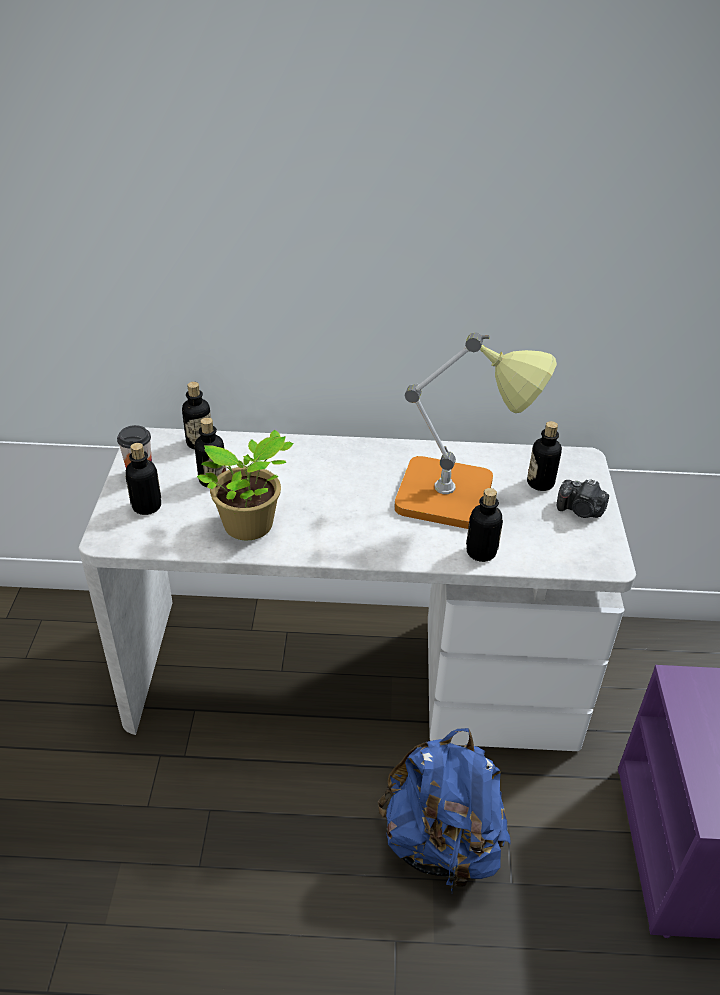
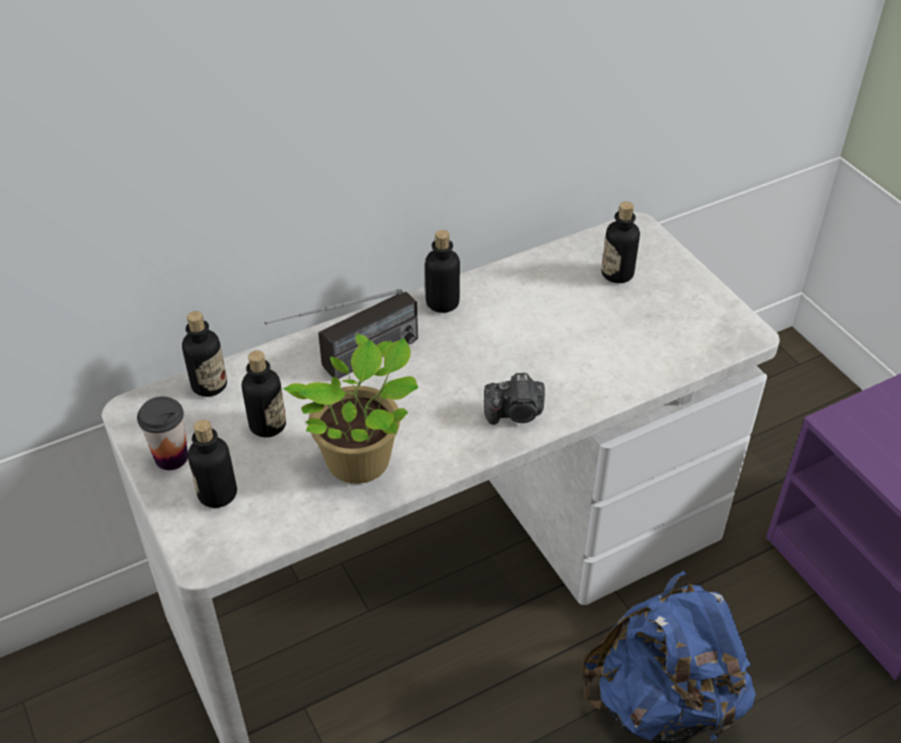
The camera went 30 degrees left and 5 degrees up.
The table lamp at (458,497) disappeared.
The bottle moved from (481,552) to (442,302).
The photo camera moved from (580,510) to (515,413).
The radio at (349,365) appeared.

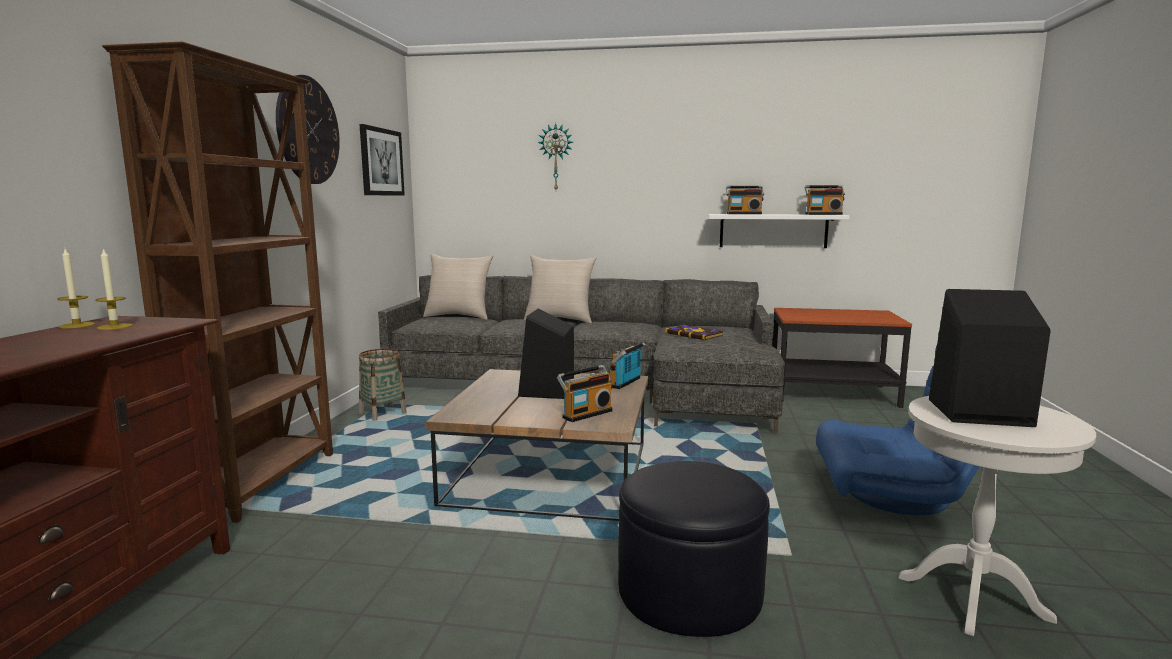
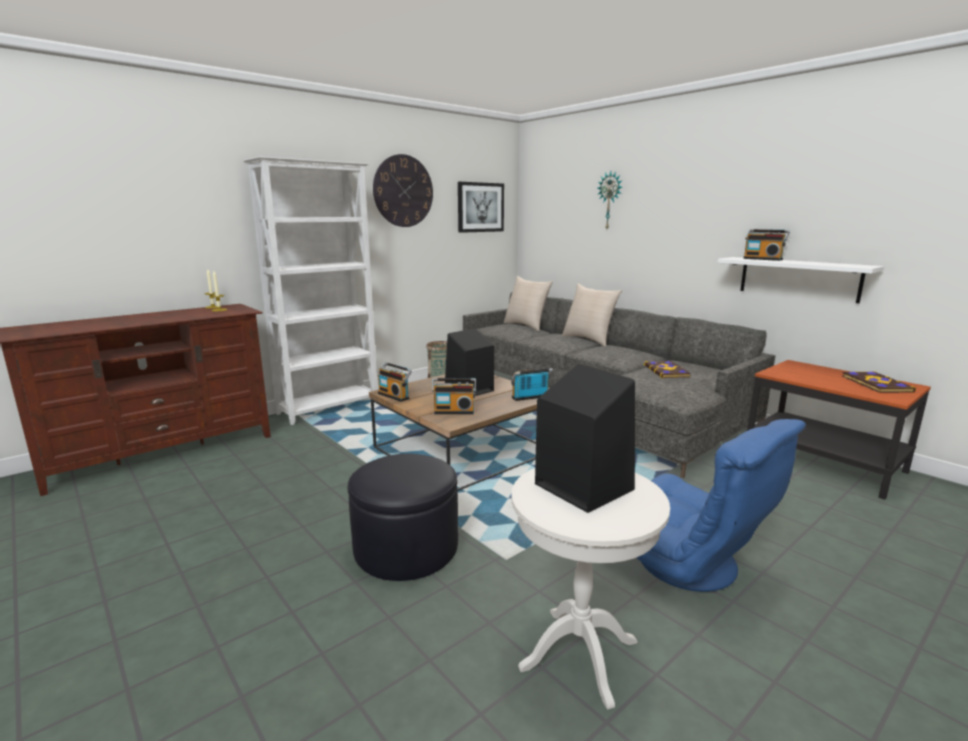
The camera went 40 degrees right and 5 degrees up.
The brown bookcase at (264,482) became the white bookcase at (330,408).
The radio moved from (823,214) to (395,396).
The book at (875,384) appeared.

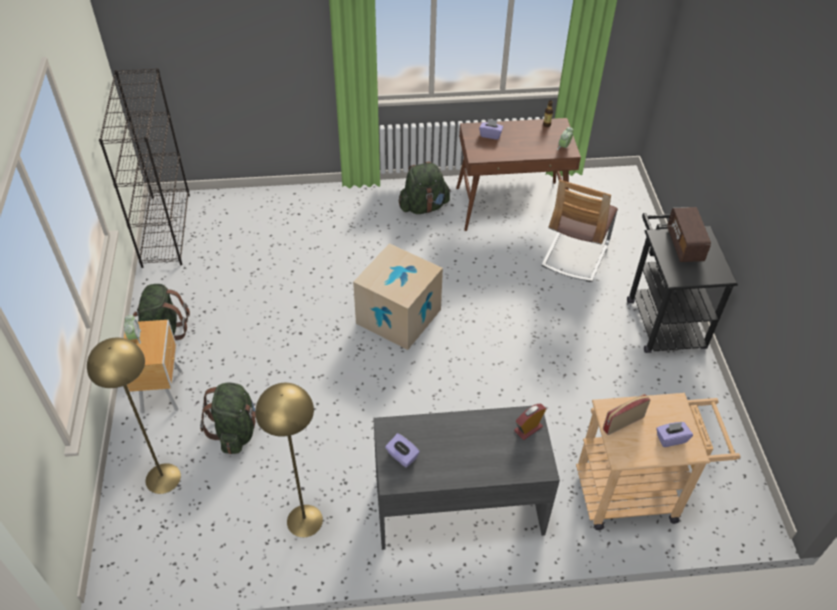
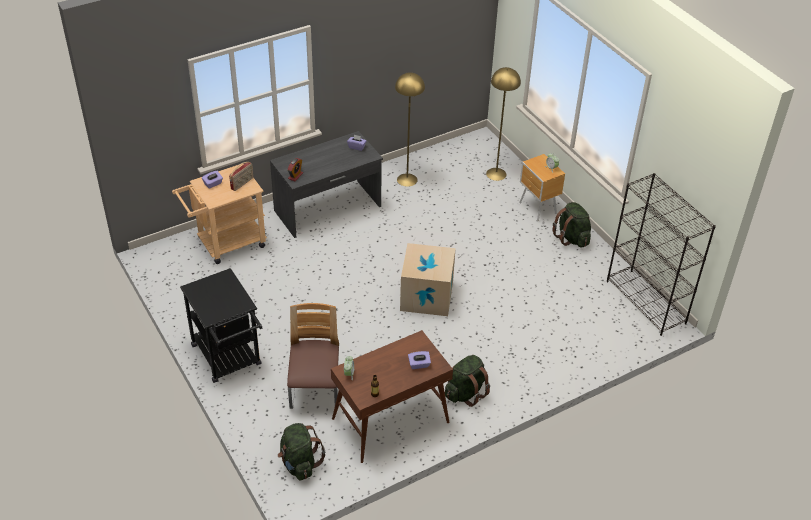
The camera went 155 degrees right and 5 degrees down.
The green backpack moved from (236,431) to (299,464).
The radio at (684,245) disappeared.

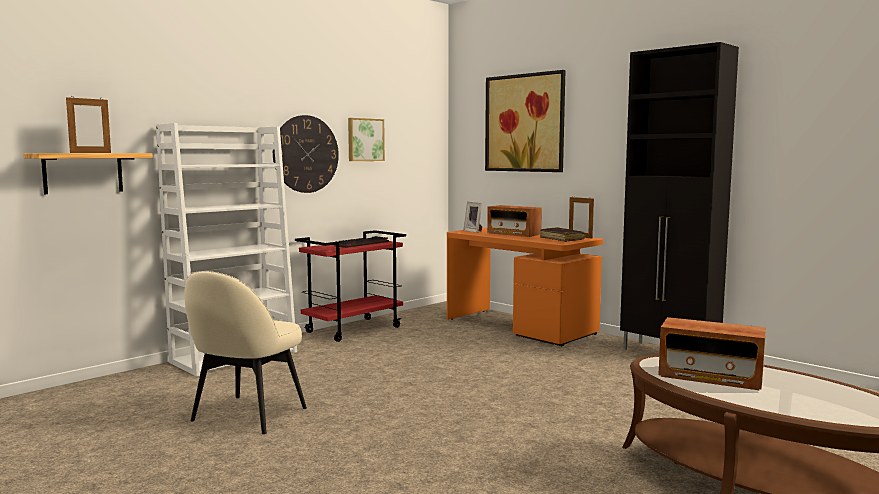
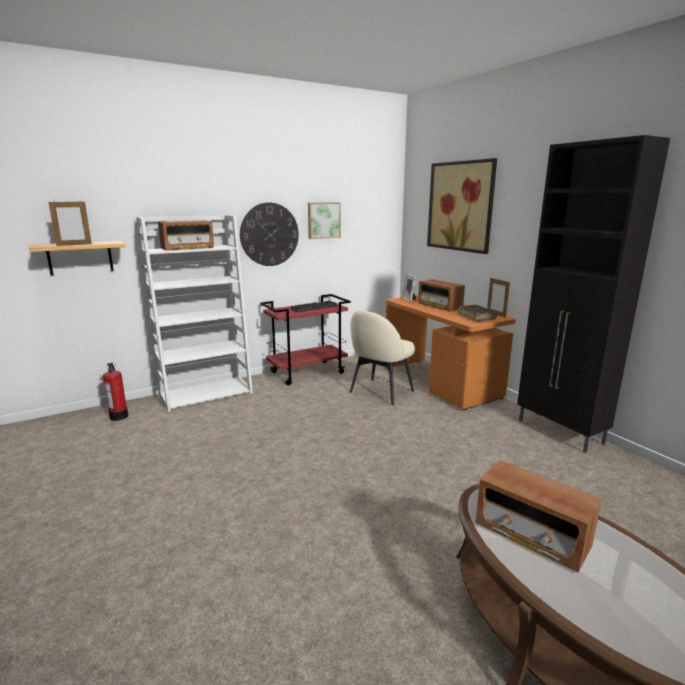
The camera went 15 degrees right and 10 degrees up.
The beige chair moved from (247,415) to (380,392).
The fire extinguisher at (119,416) appeared.
The radio at (187,248) appeared.

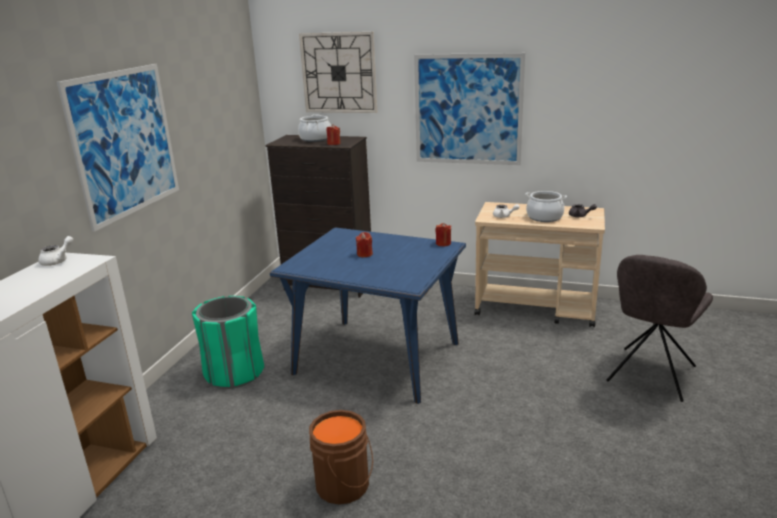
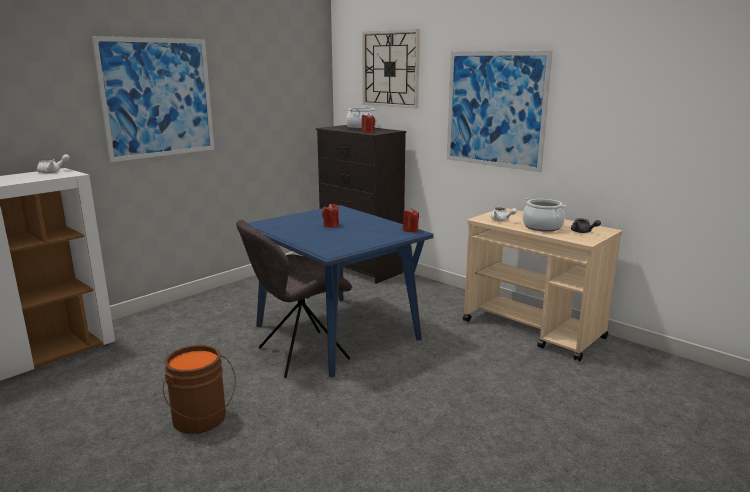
The camera went 25 degrees right and 5 degrees down.
The green trash can at (234,373) disappeared.
The grey chair moved from (650,375) to (299,354).

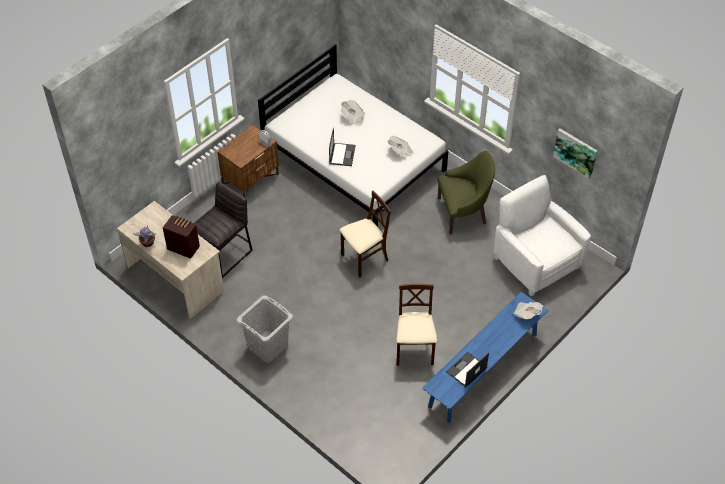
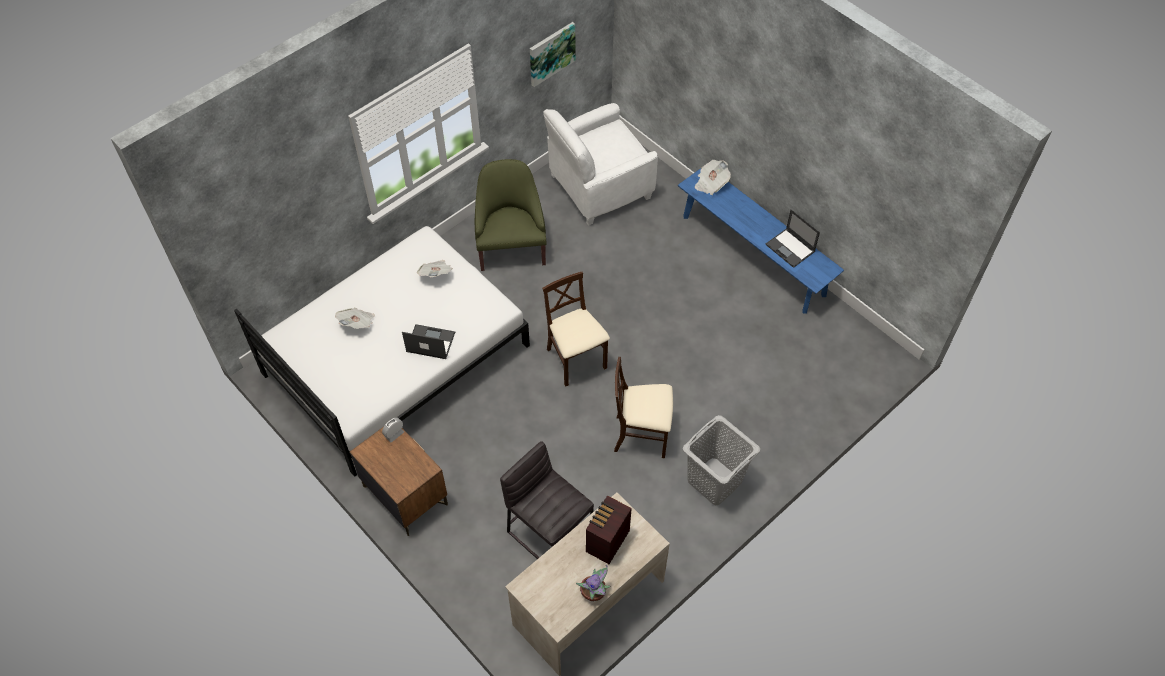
The camera went 85 degrees left and 5 degrees up.
The beige chair moved from (414,350) to (641,435).

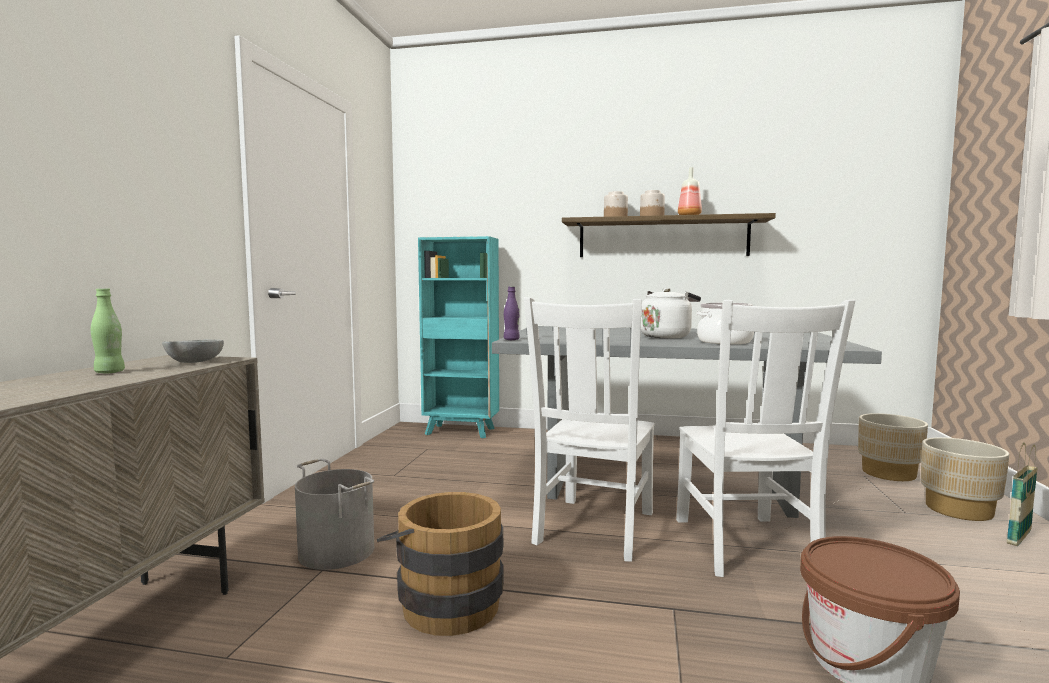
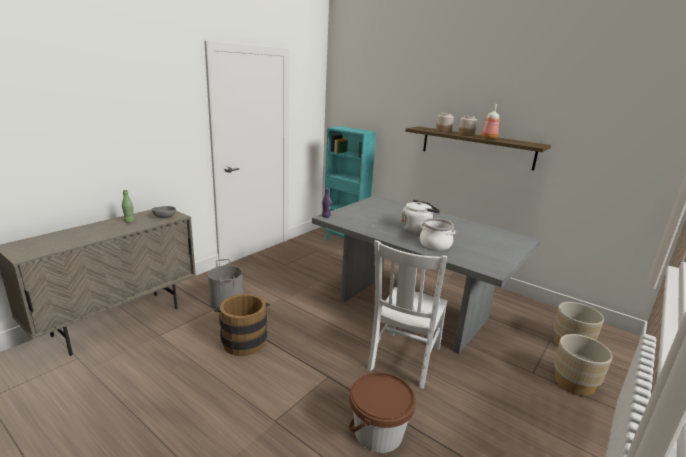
The camera went 25 degrees right and 15 degrees up.
The white chair at (593,529) disappeared.
The basket at (1019,537) disappeared.

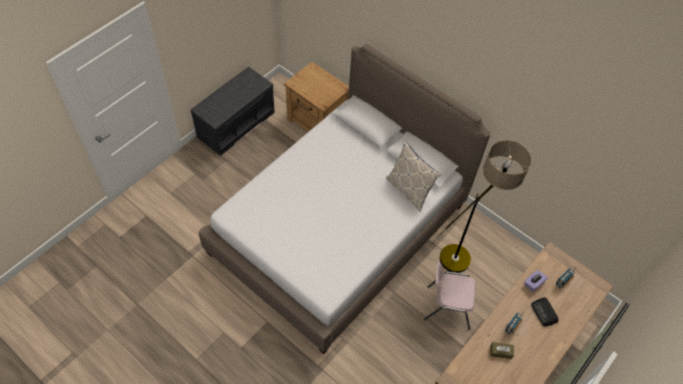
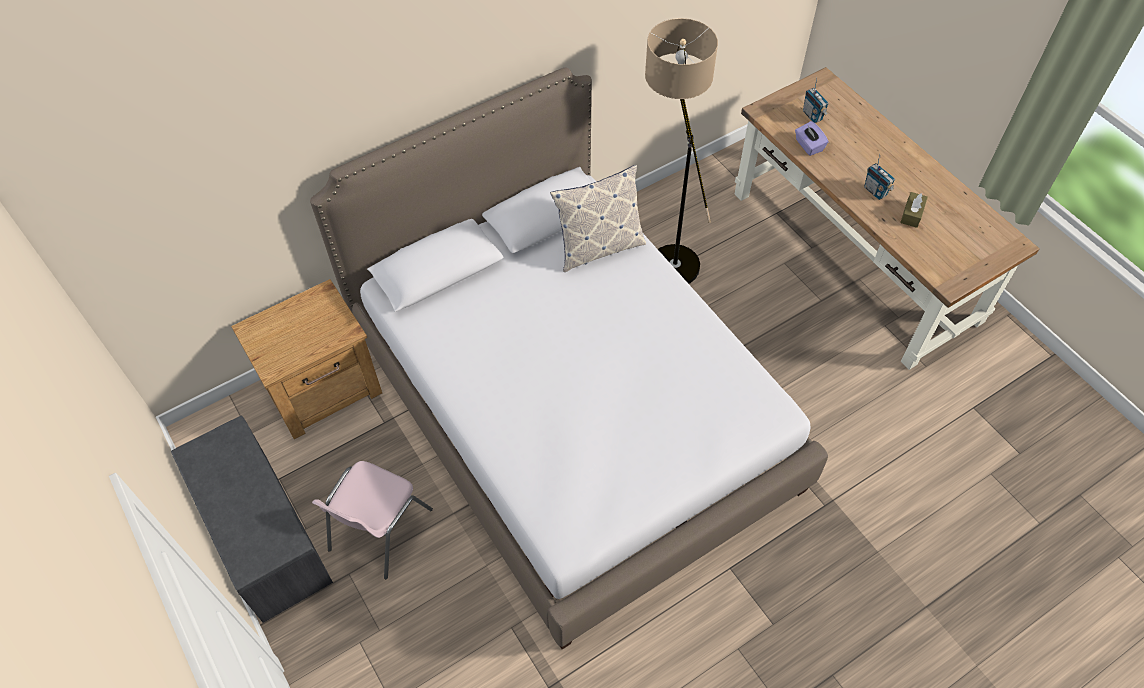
The camera went 70 degrees left and 0 degrees up.
The pink chair moved from (447,306) to (378,530).
The radio at (544,313) disappeared.

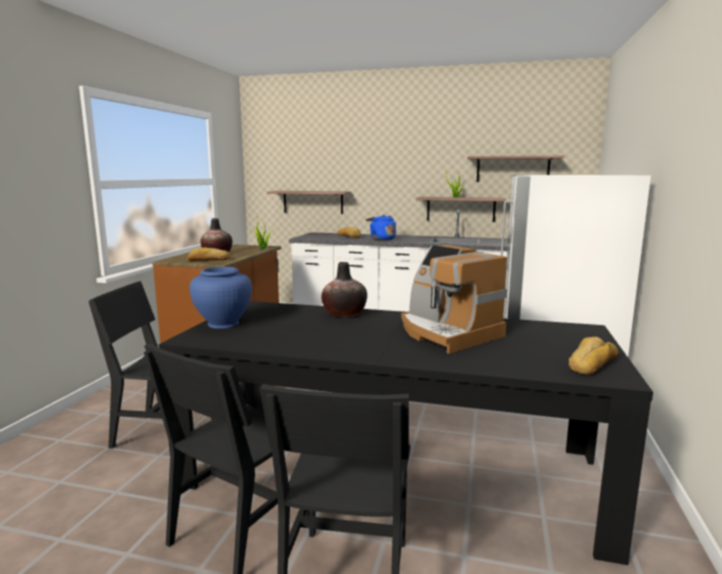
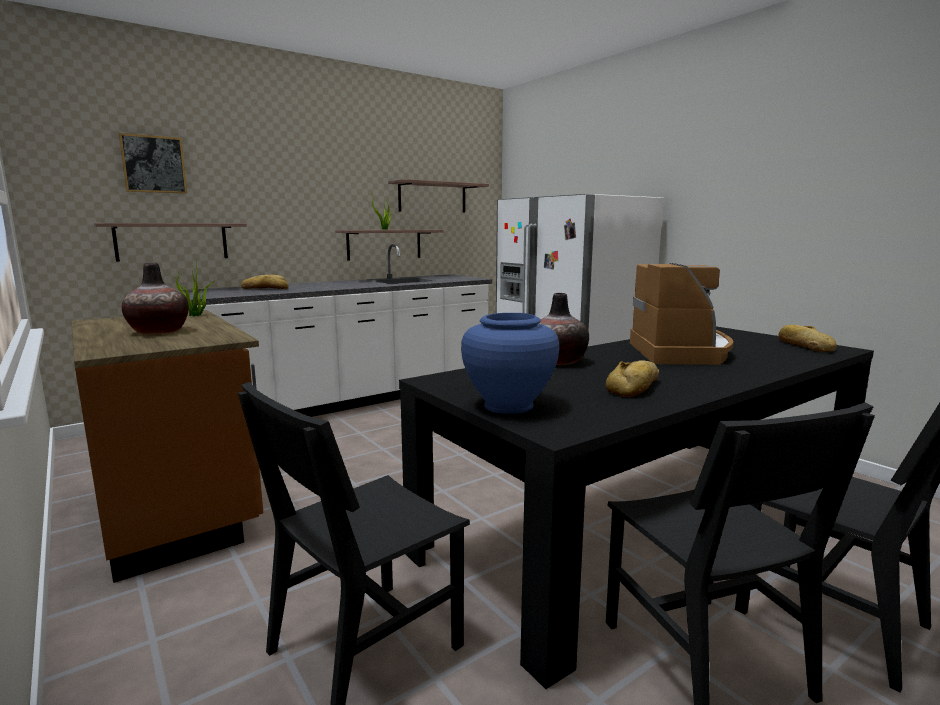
The camera went 50 degrees left and 0 degrees up.
The bread moved from (208,260) to (635,386).
The blue kettle at (381,239) disappeared.
The coffee machine at (447,333) turned 90 degrees counterclockwise.
The picture at (154,164) appeared.

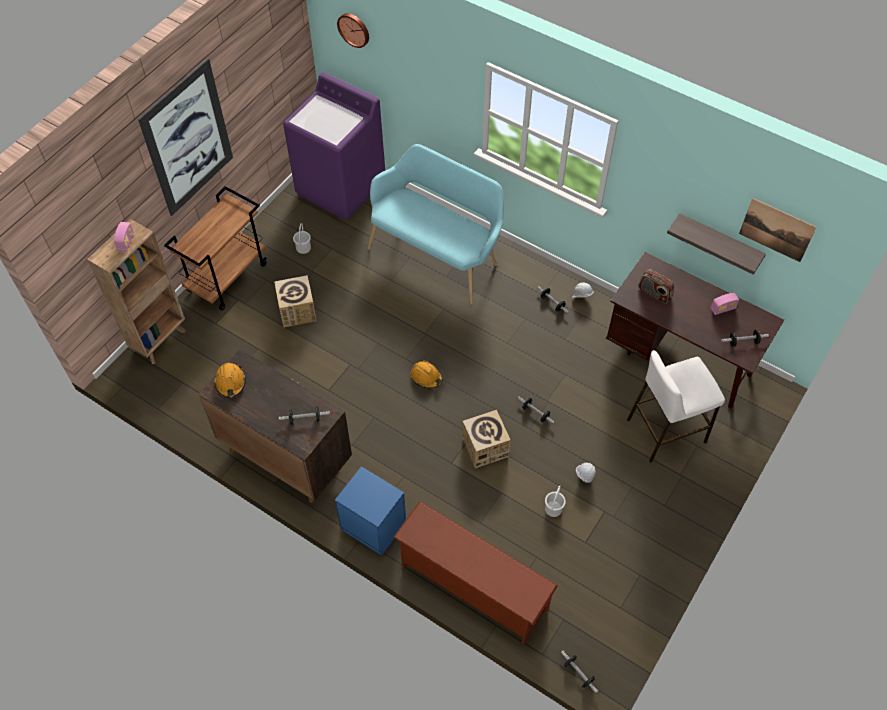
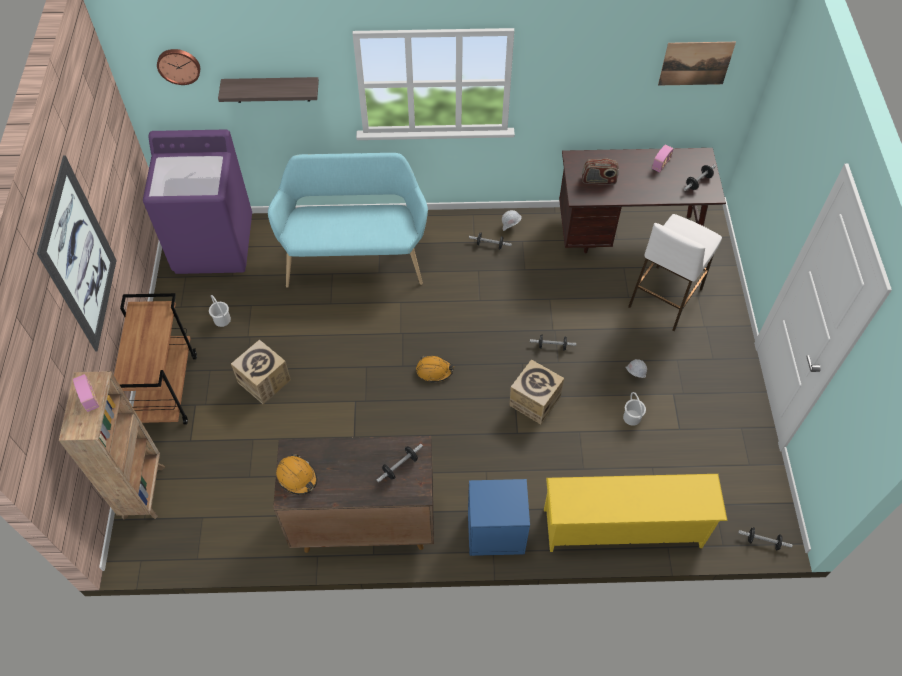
The camera went 35 degrees left and 0 degrees up.
The brown shoe rack at (472,588) became the yellow shoe rack at (622,529).
The shelf moved from (718,242) to (272,89).

